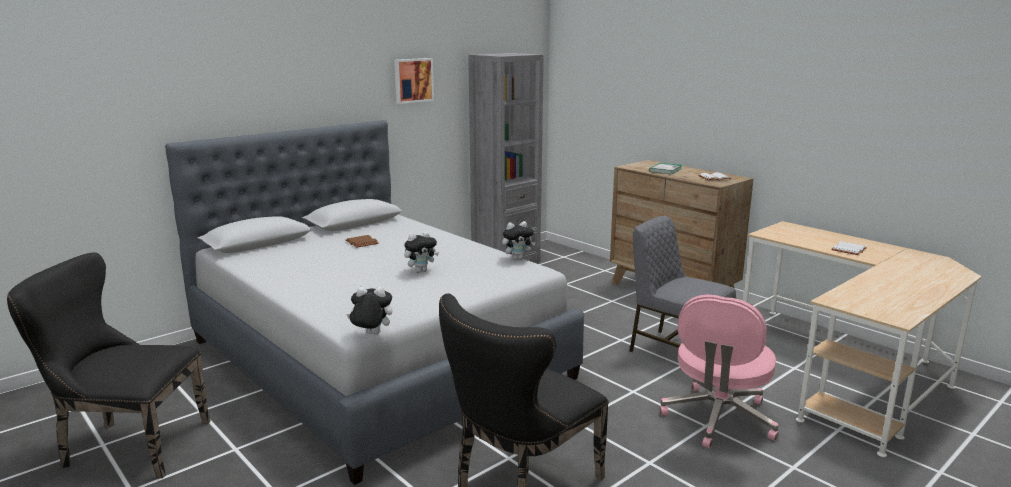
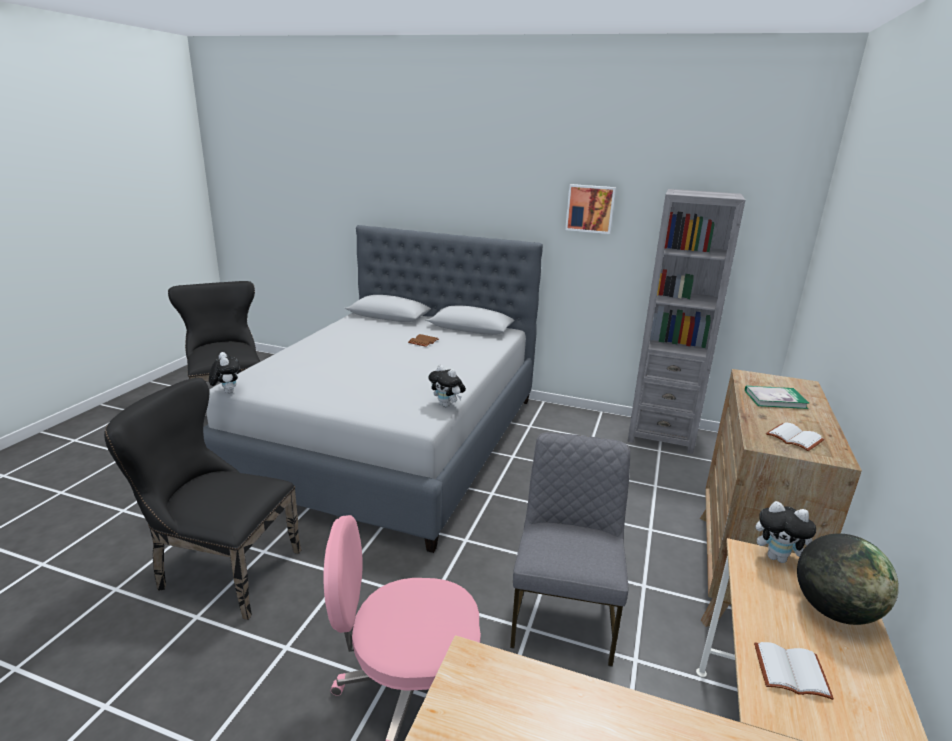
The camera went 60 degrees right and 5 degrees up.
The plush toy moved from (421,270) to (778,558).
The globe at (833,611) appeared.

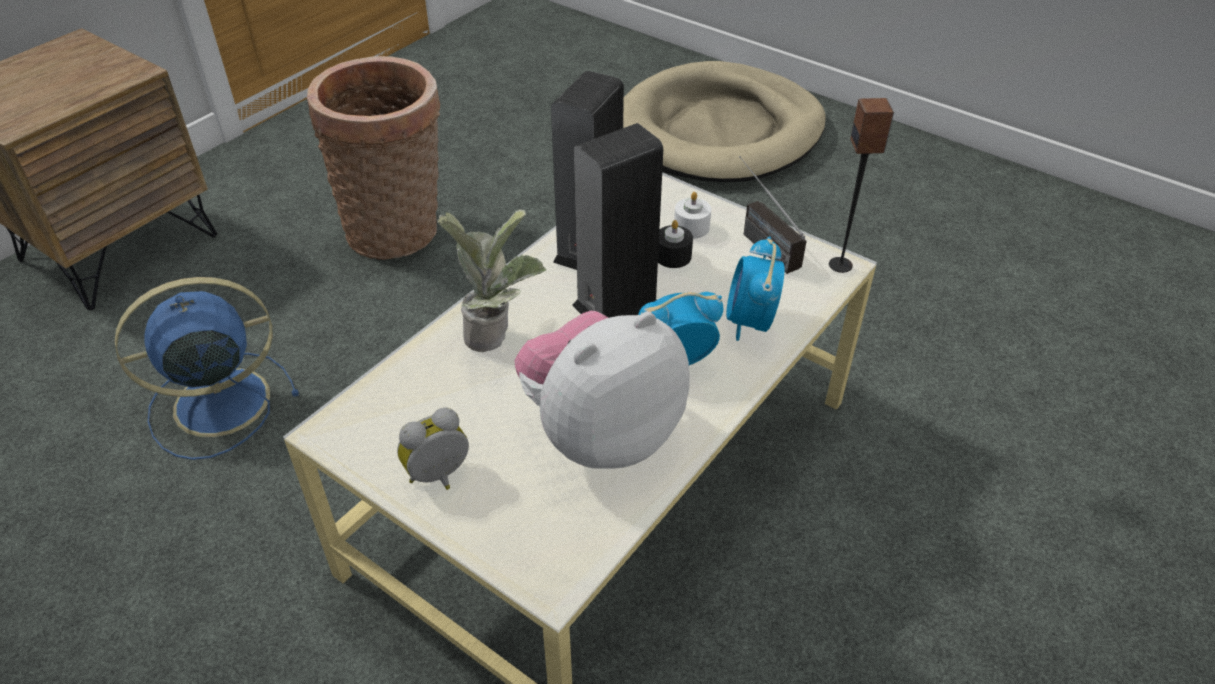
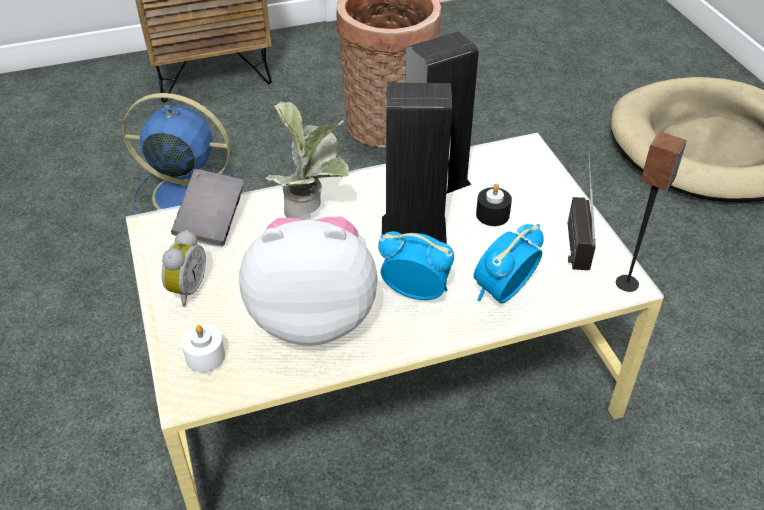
The camera went 35 degrees right and 0 degrees up.
The alarm clock at (440,477) turned 105 degrees clockwise.
The white candle moved from (691,227) to (205,356).
The grey book at (211,223) appeared.

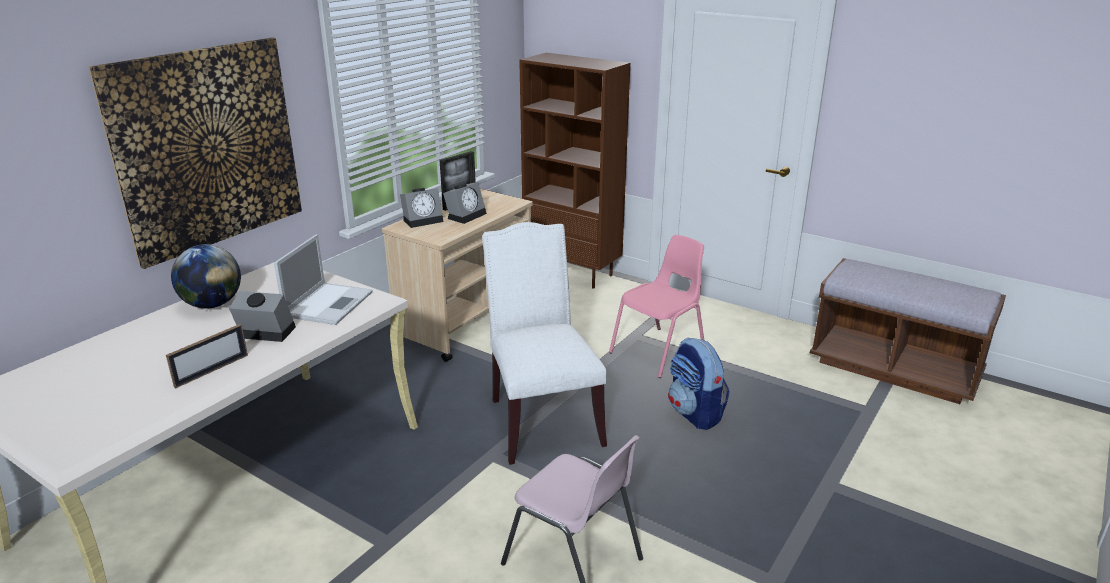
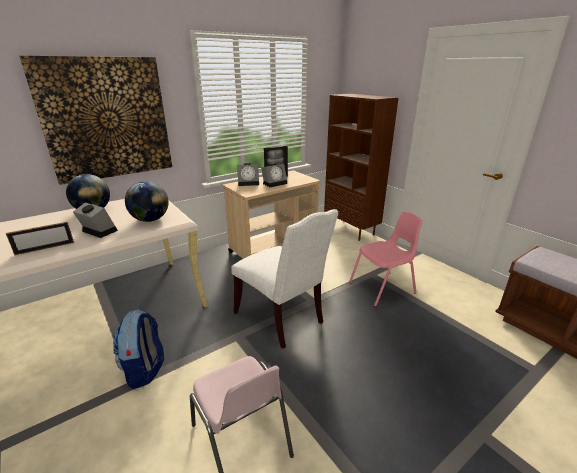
The camera went 20 degrees right and 0 degrees up.
The laptop at (329,303) was replaced by the globe at (150,220).
The white chair at (541,419) turned 135 degrees clockwise.
The backpack moved from (695,413) to (145,369).

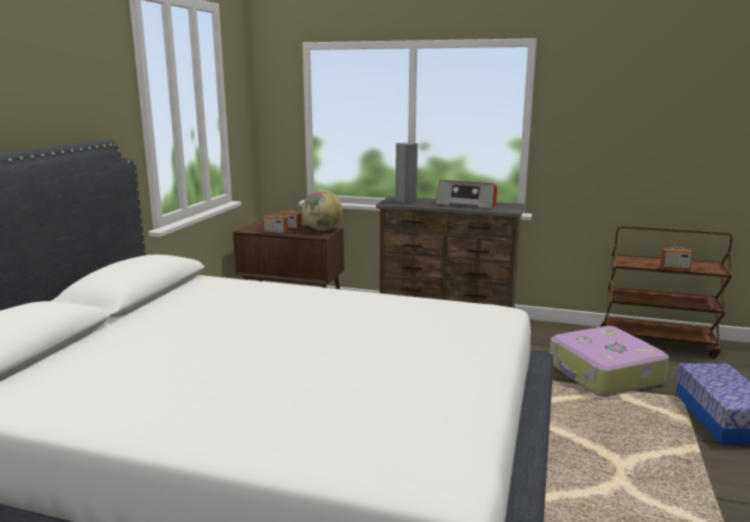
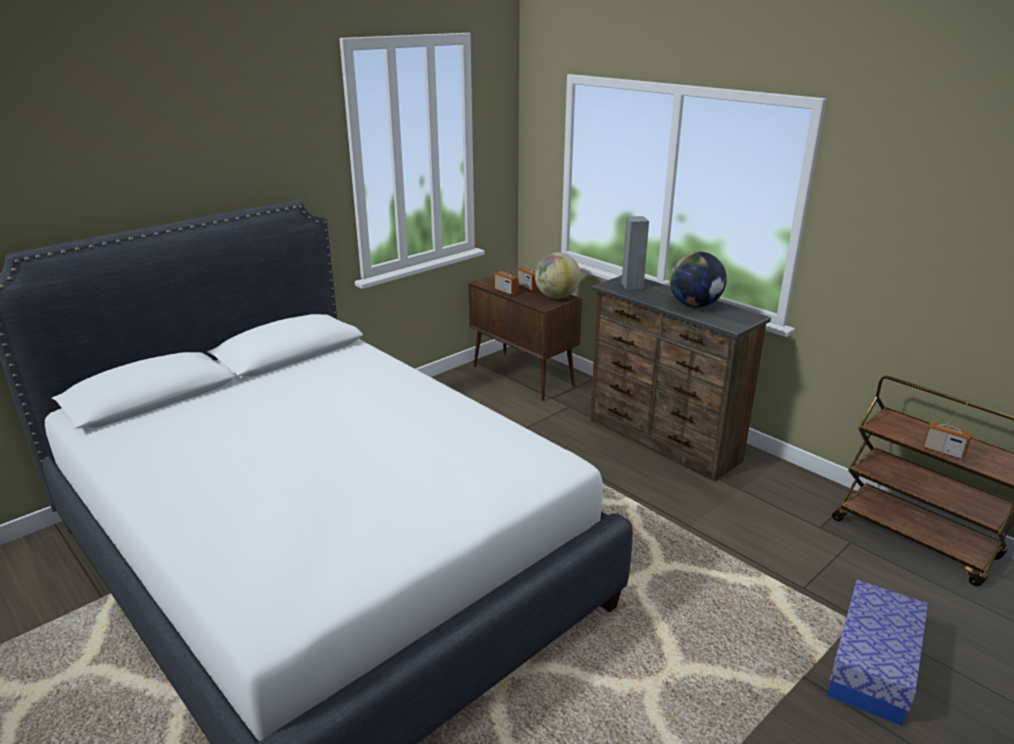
The camera went 30 degrees right and 10 degrees up.
The radio at (467,204) was replaced by the globe at (694,305).
The suitcase at (604,374) disappeared.

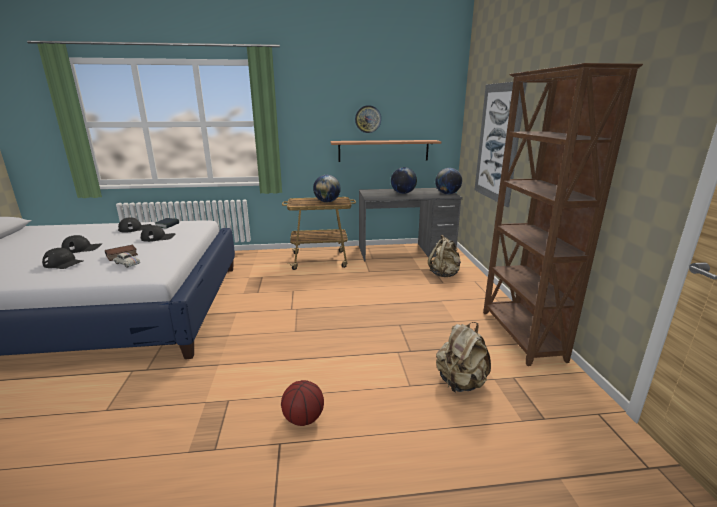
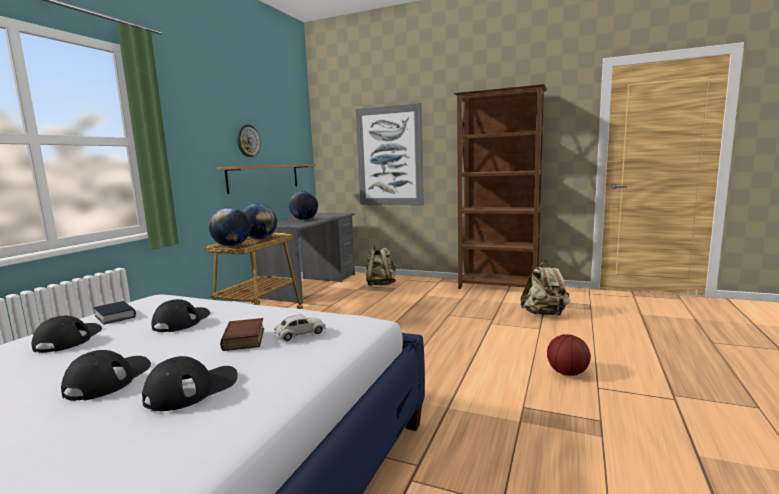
The camera went 60 degrees left and 10 degrees down.
The globe moved from (447,194) to (232,246).

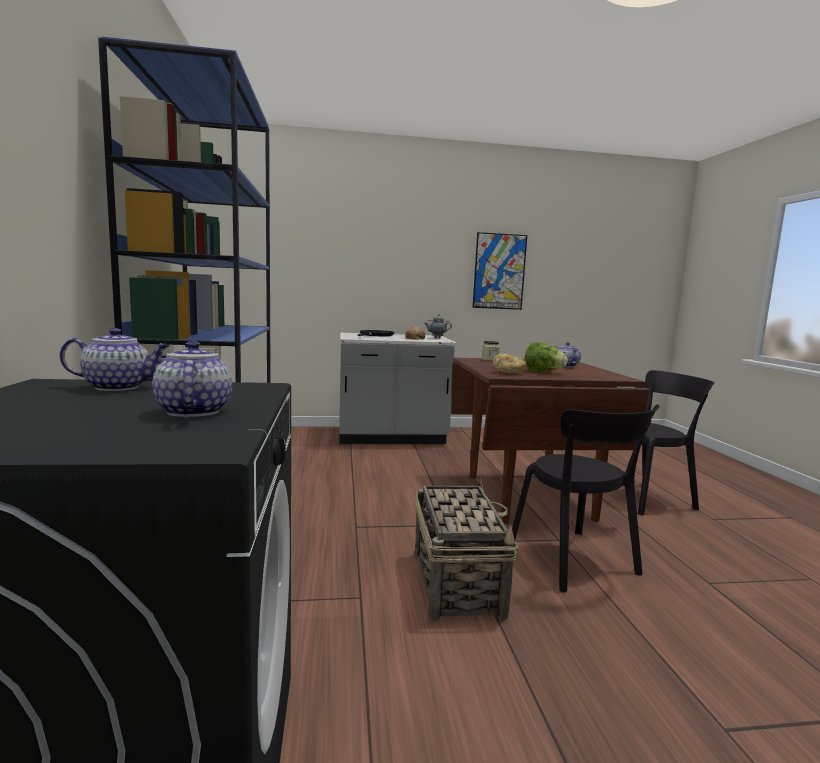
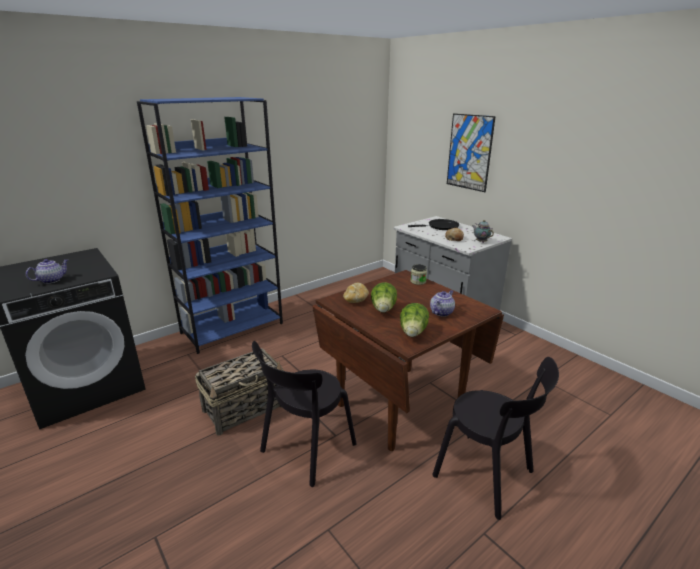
The camera went 60 degrees right and 15 degrees up.
The teapot at (119,387) disappeared.
The picture moved from (499,271) to (469,152).
The lettuce at (413,333) appeared.

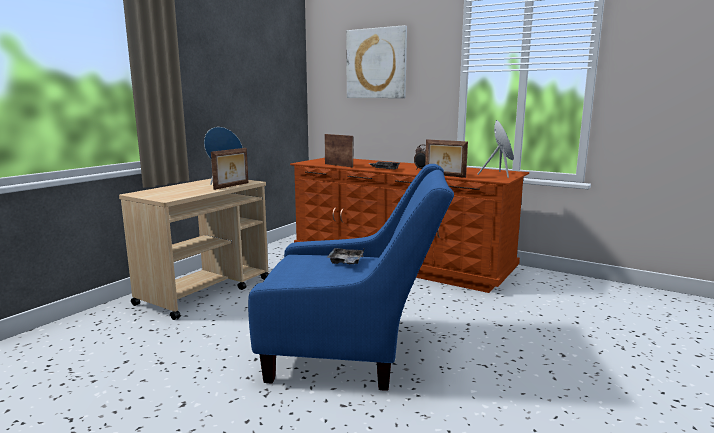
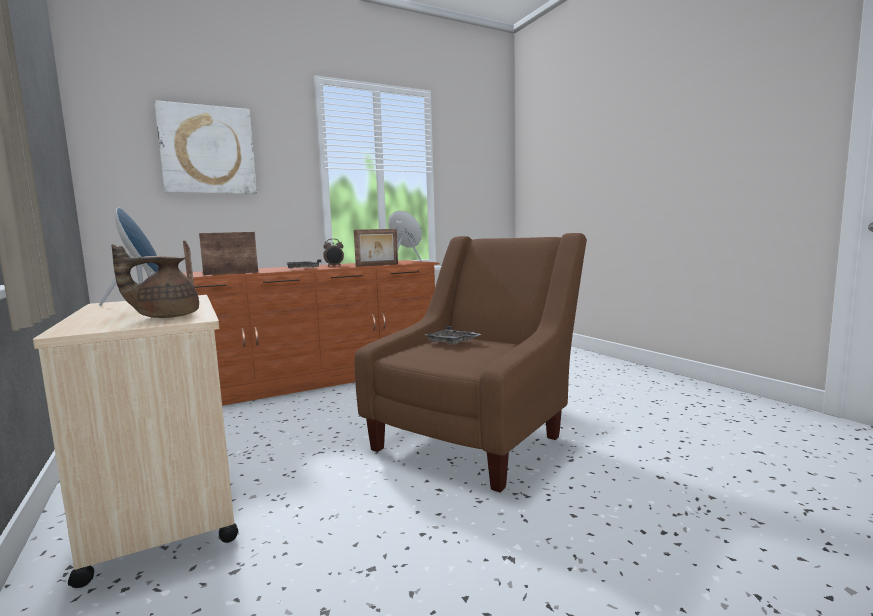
The camera went 60 degrees left and 5 degrees down.
The blue armchair at (354,352) became the brown armchair at (478,435).
The brown teapot at (166,317) appeared.

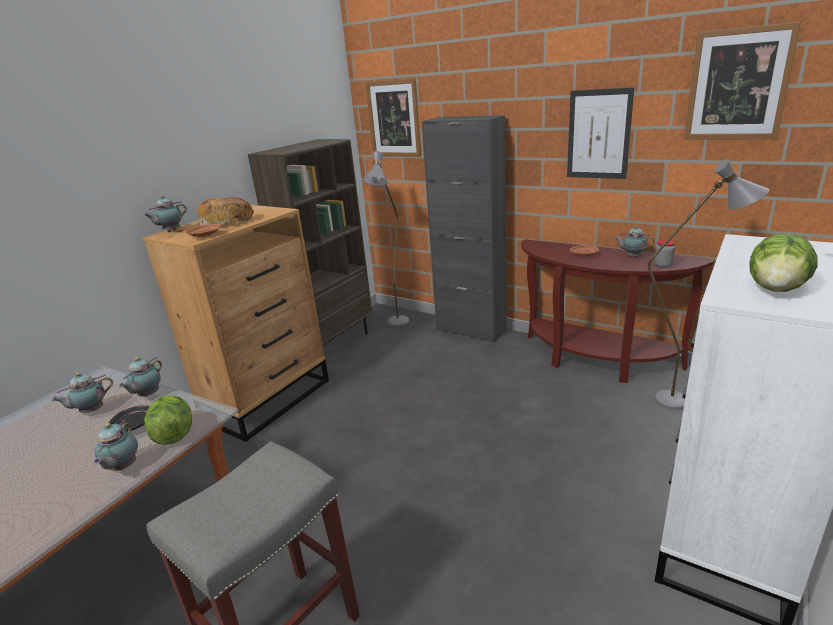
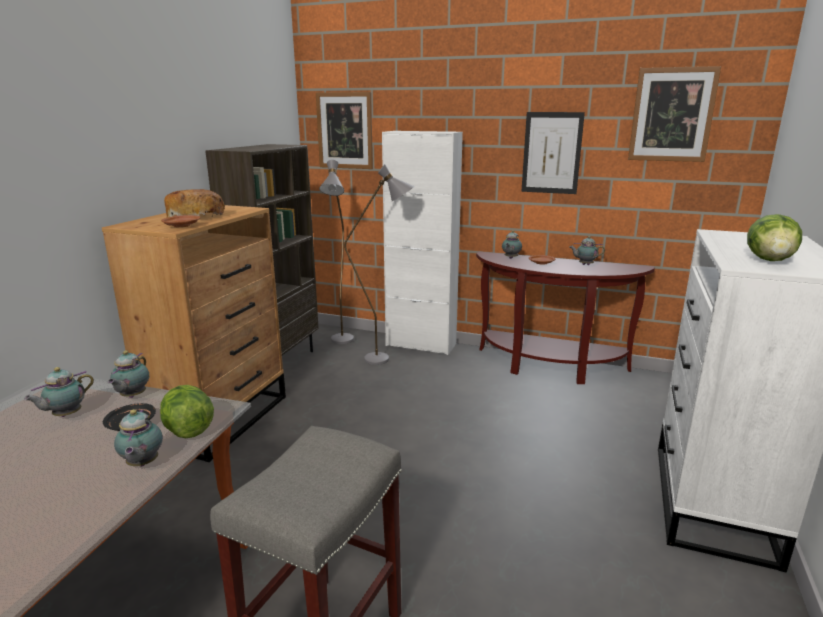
The camera went 15 degrees left and 5 degrees down.
The teapot moved from (170,231) to (510,258).
The black cabinet at (471,330) became the white cabinet at (421,344).
The grey floor lamp moved from (684,402) to (386,360).
The jar at (663,265) disappeared.

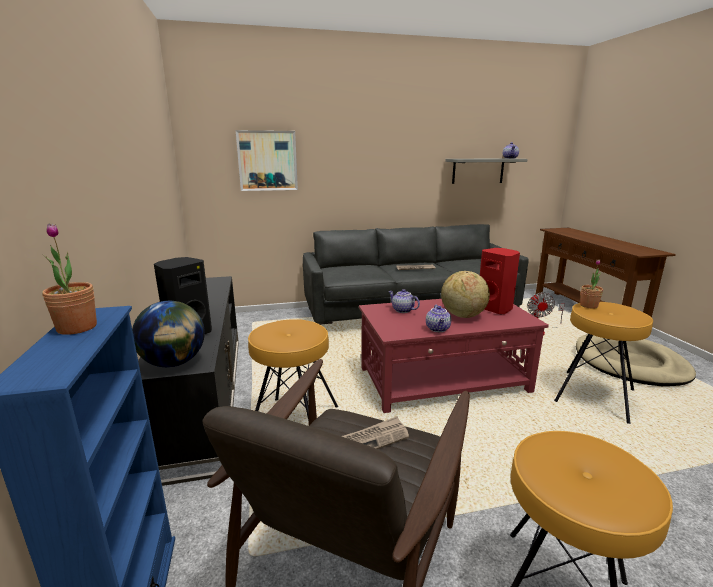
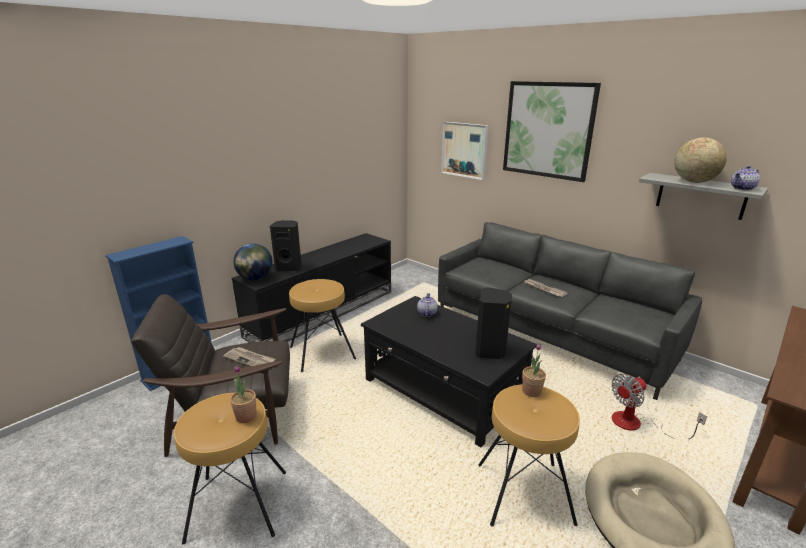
The camera went 55 degrees right and 5 degrees up.
The potted plant moved from (77,328) to (246,416).
The red coffee table at (444,380) became the black coffee table at (443,391).
The teapot at (438,329) disappeared.
The globe moved from (462,315) to (694,182).
The red speaker at (495,308) became the black speaker at (491,351).
The picture at (548,130) appeared.

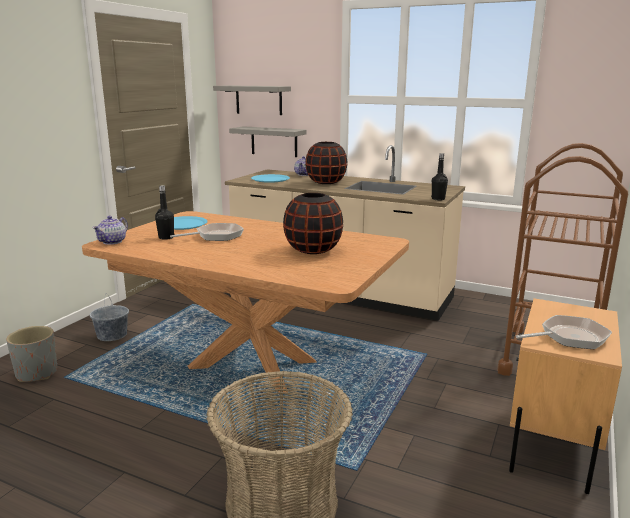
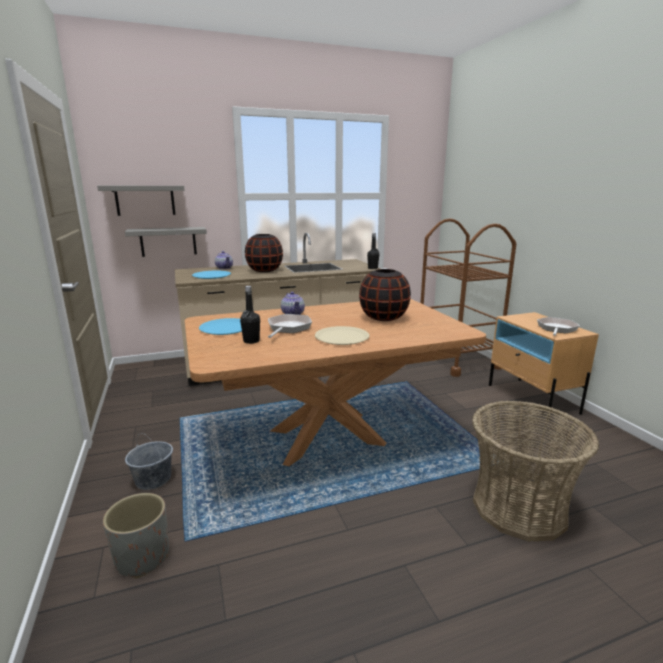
The camera went 45 degrees left and 0 degrees up.
The teapot moved from (113,241) to (293,314).
The beige plate at (342,337) appeared.

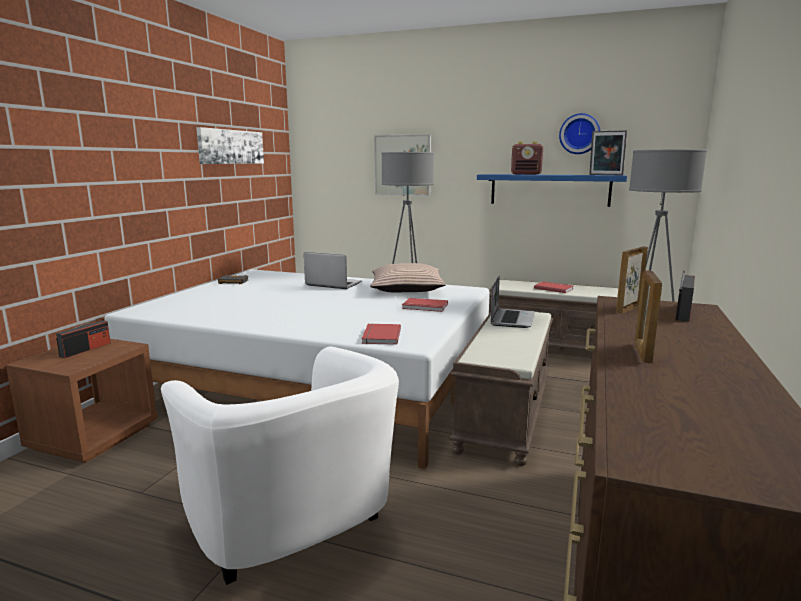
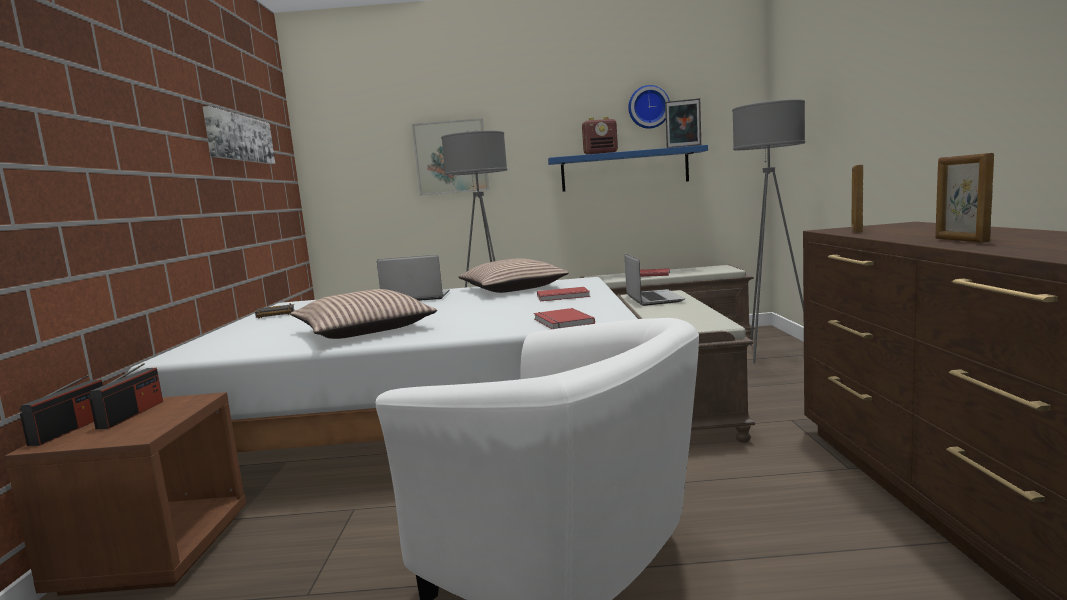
The camera went 20 degrees left and 5 degrees down.
The radio moved from (683,312) to (70,429).
The pillow at (364,330) appeared.

